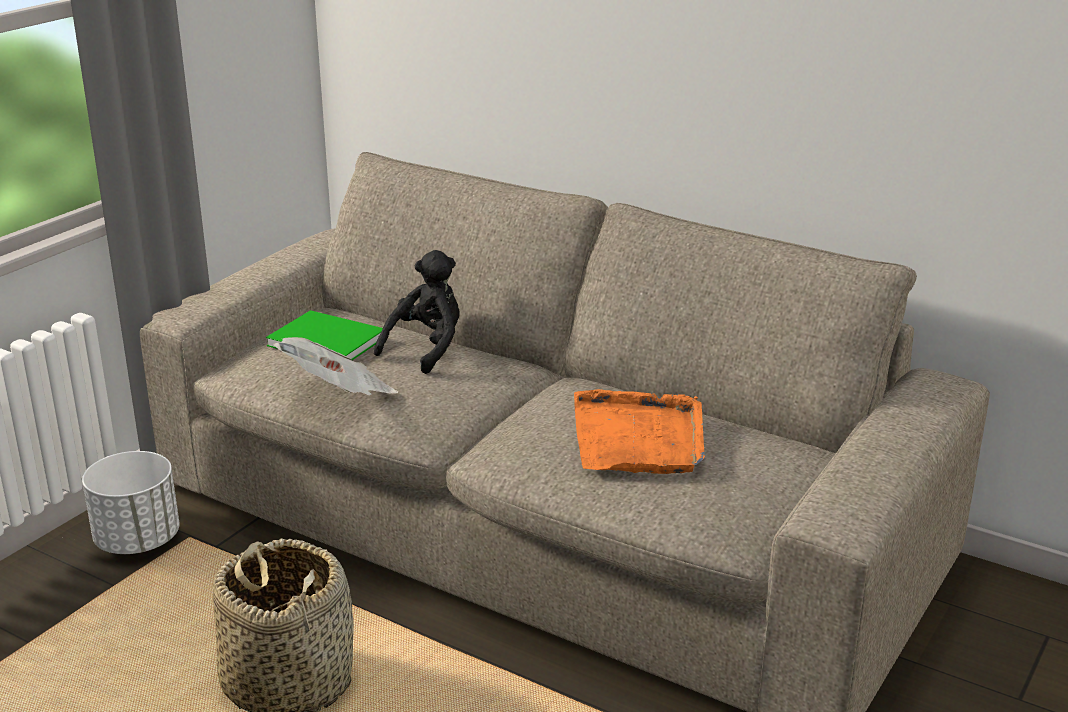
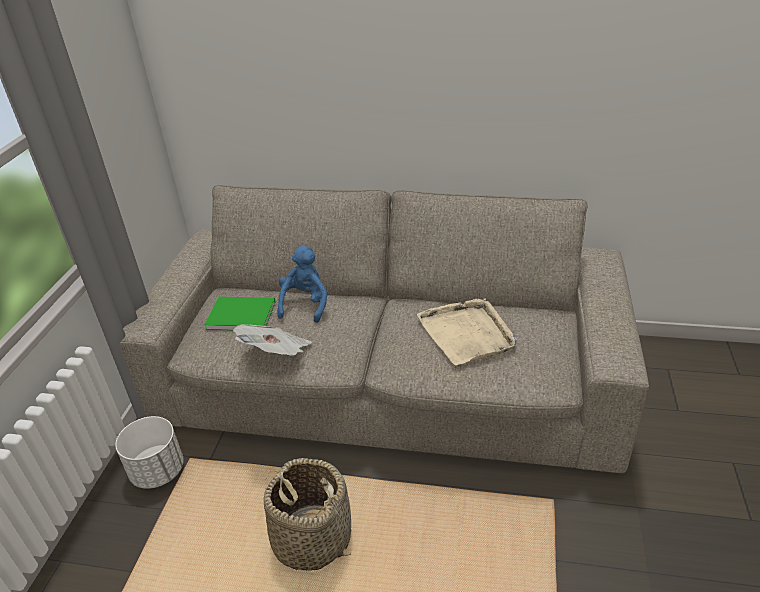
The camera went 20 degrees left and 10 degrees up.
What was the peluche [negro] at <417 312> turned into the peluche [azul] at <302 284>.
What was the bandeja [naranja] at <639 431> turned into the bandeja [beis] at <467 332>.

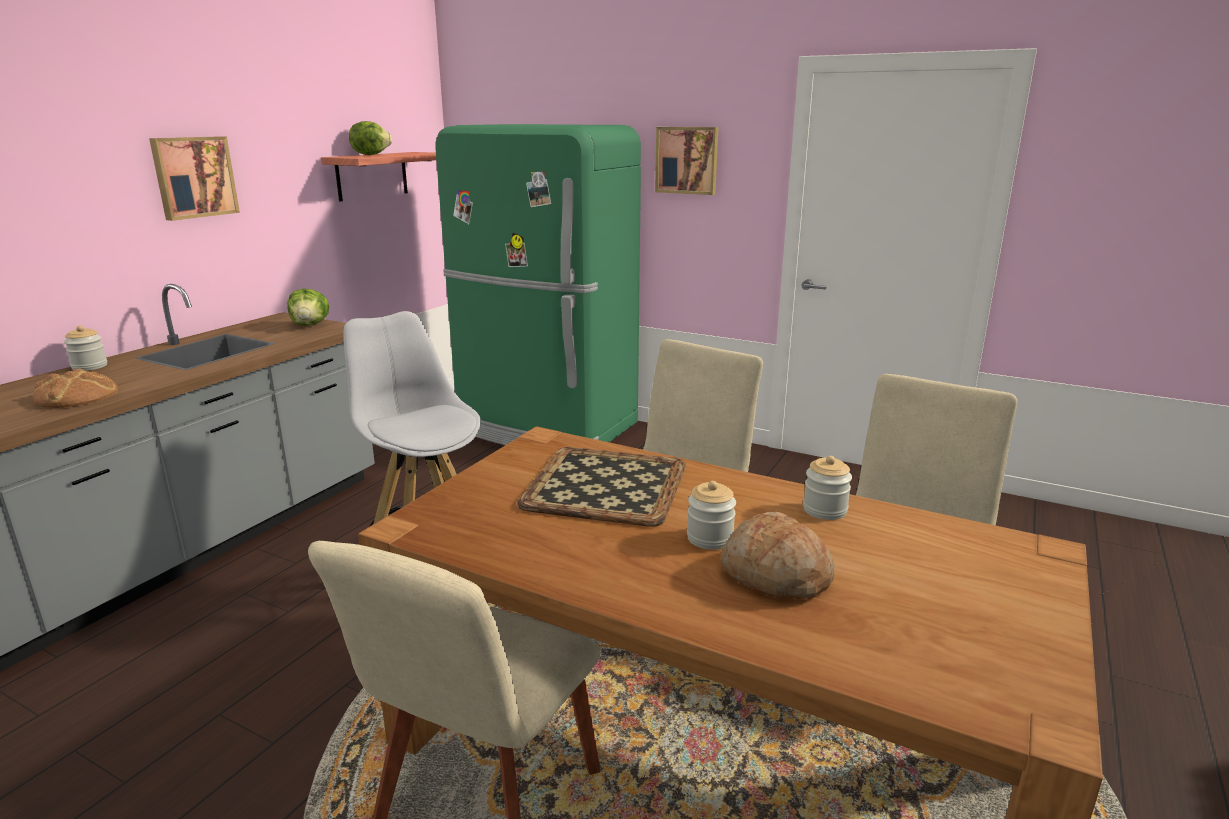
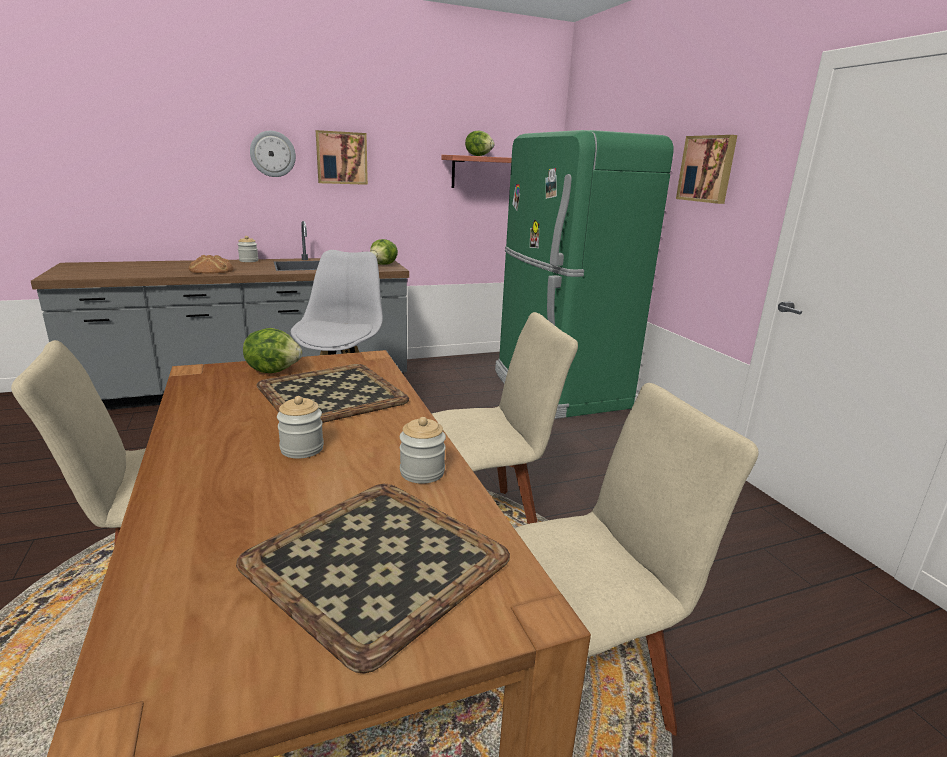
The camera went 40 degrees right and 0 degrees up.
The second view lost the pan at <778 555>.
The second view gained the bandeja at <373 579>.
The second view gained the lechuga at <272 350>.
The second view gained the reloj de pared at <273 154>.

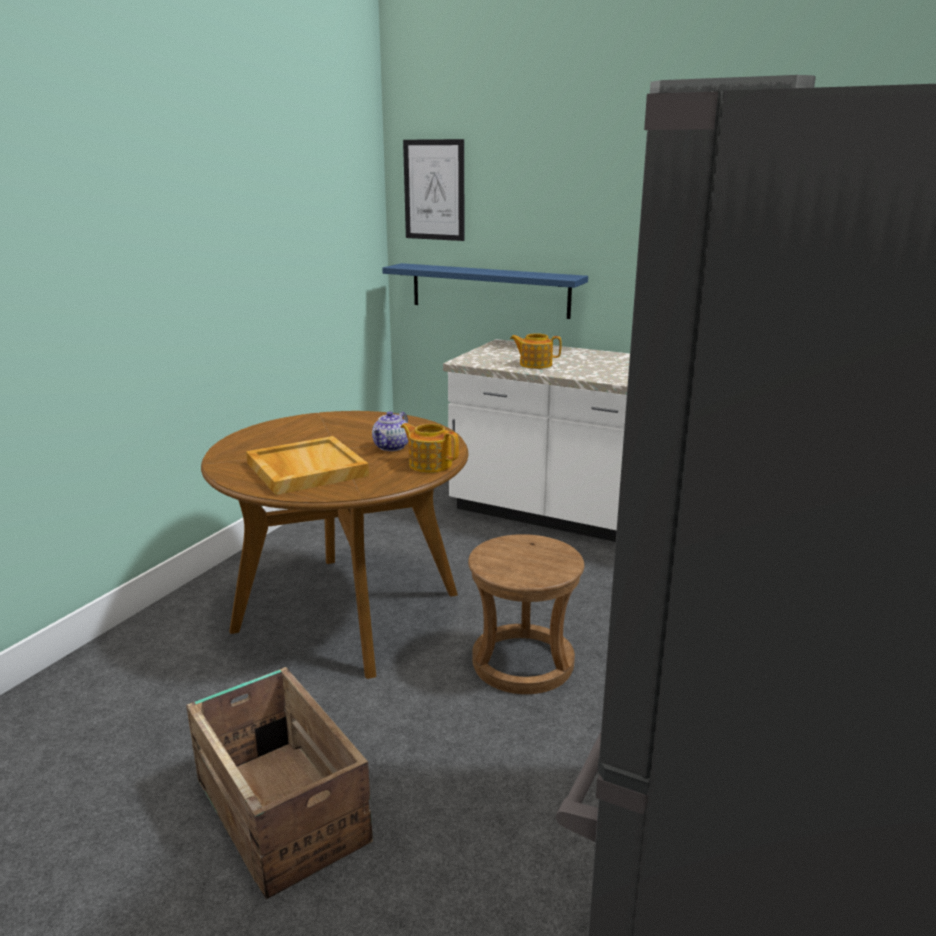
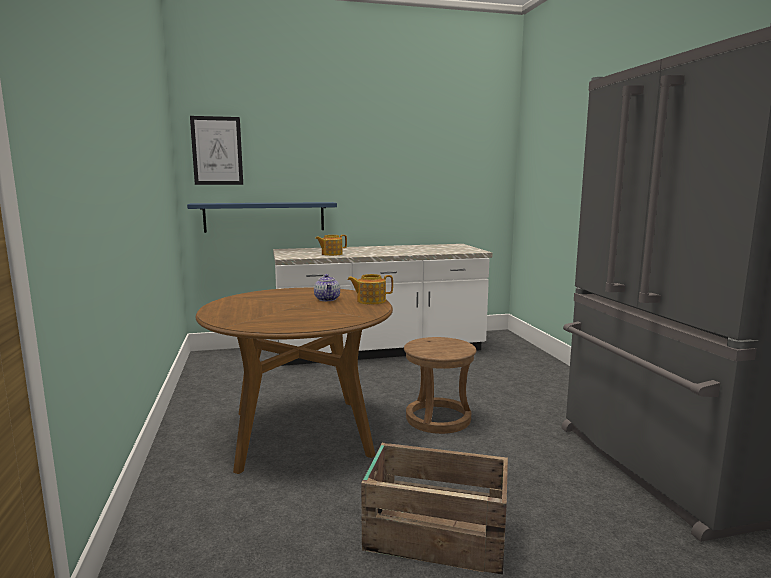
The camera went 40 degrees left and 10 degrees down.
The second view lost the bandeja [beis] at <307 465>.

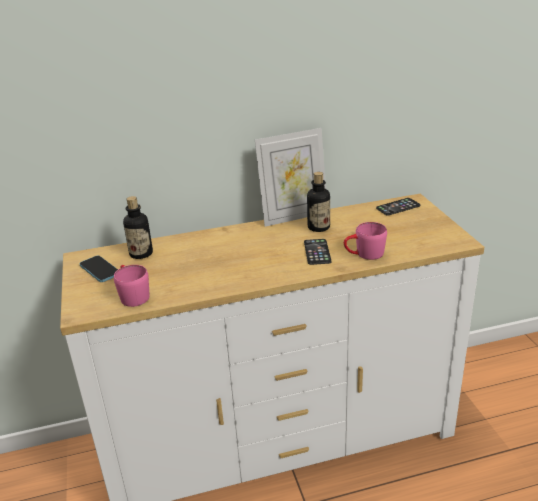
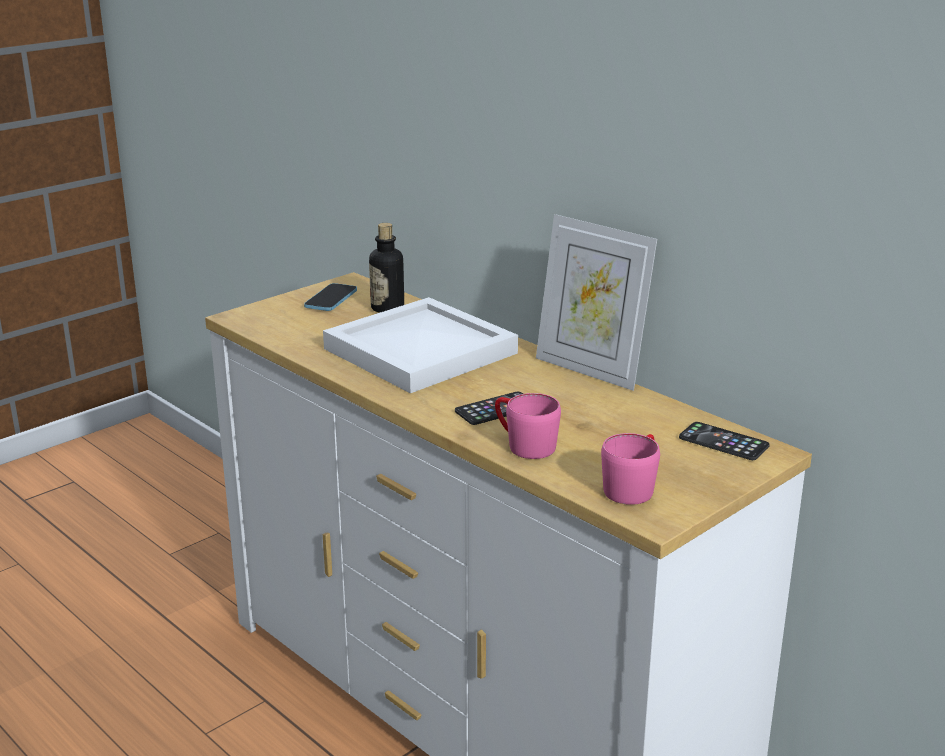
The camera went 60 degrees right and 5 degrees down.
The second view lost the botella at <318 202>.
The second view gained the bandeja [blanco] at <420 345>.
The taza grande [rosa] ended up elsewhere, having gone from <131 286> to <630 469>.

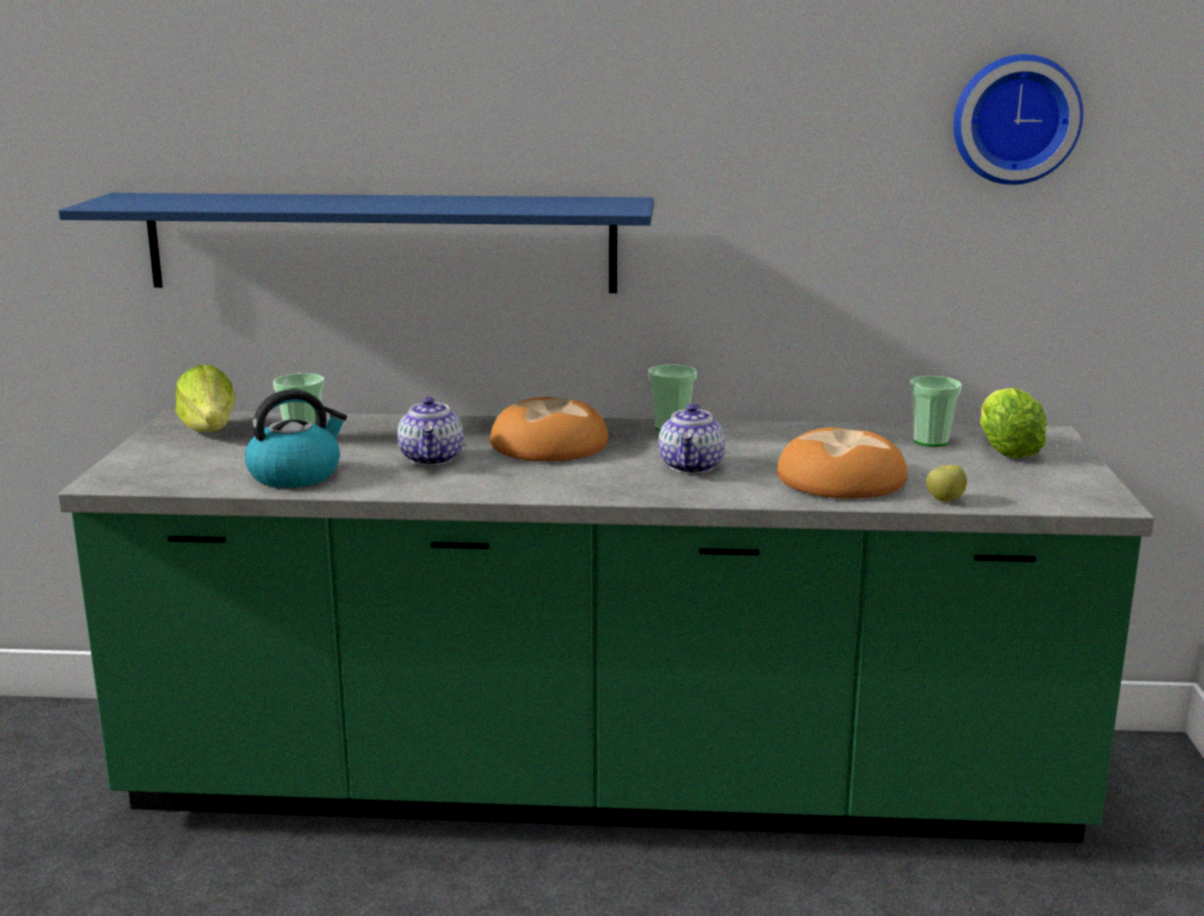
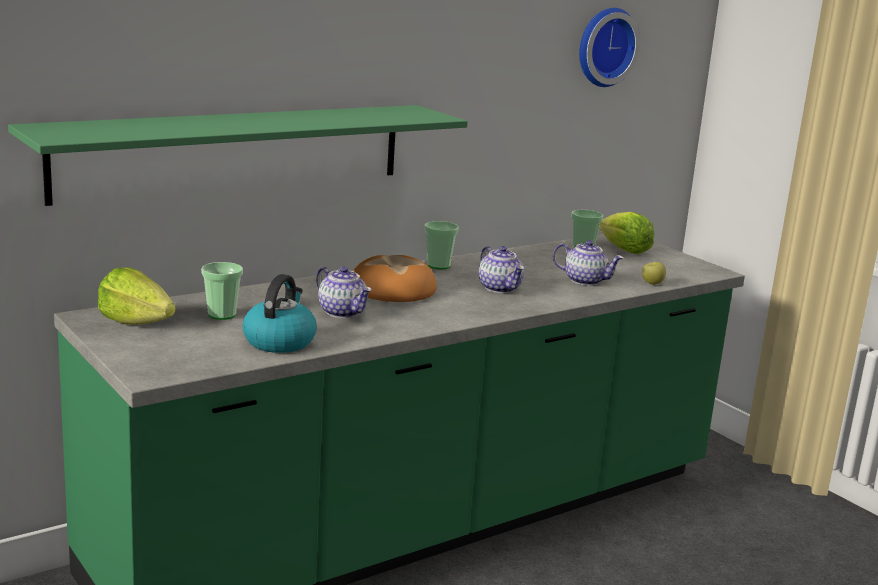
The camera went 40 degrees left and 0 degrees up.
Where the pan stood at <842 462>, the tetera came to stand at <588 263>.
What was the estante [azul] at <356 243> turned into the estante [verde] at <238 155>.

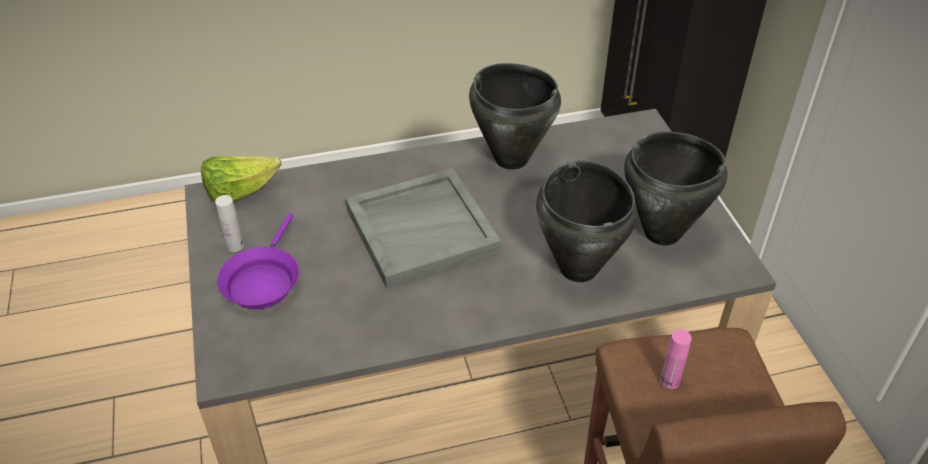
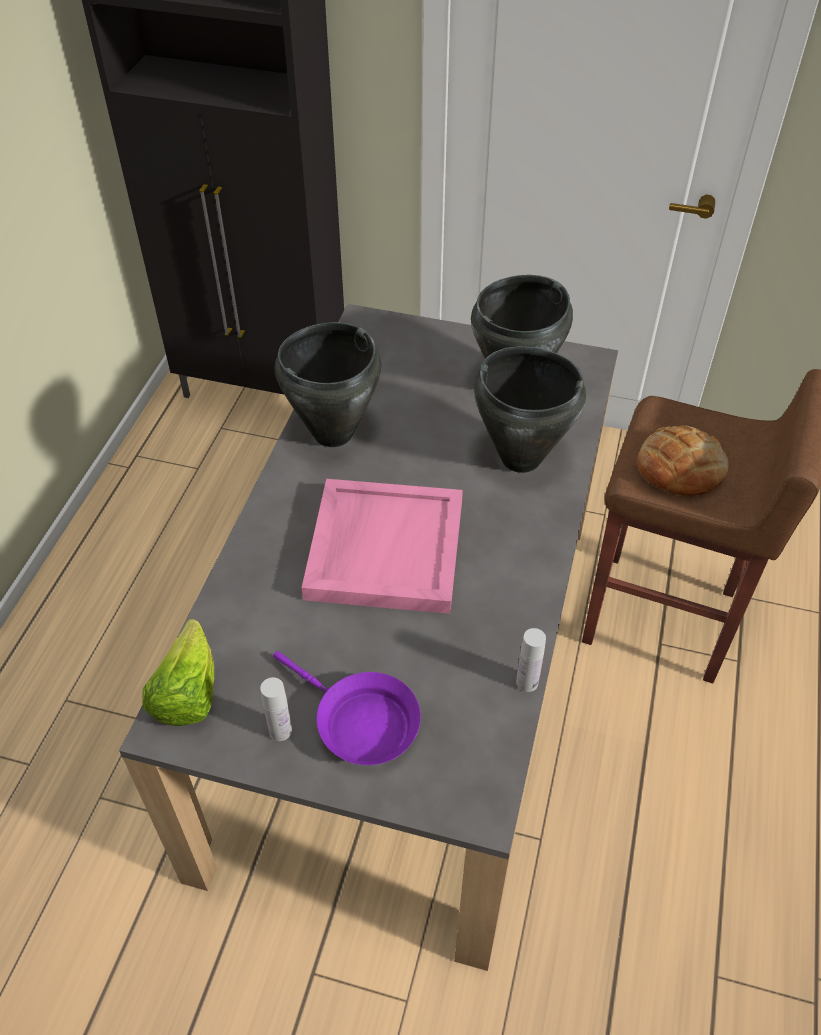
The camera went 60 degrees left and 5 degrees up.
The second view gained the botella [blanco] at <531 660>.
Where the botella [rosa] stood at <676 359>, the pan came to stand at <683 460>.
What was the bandeja [gris] at <423 228> turned into the bandeja [rosa] at <382 546>.

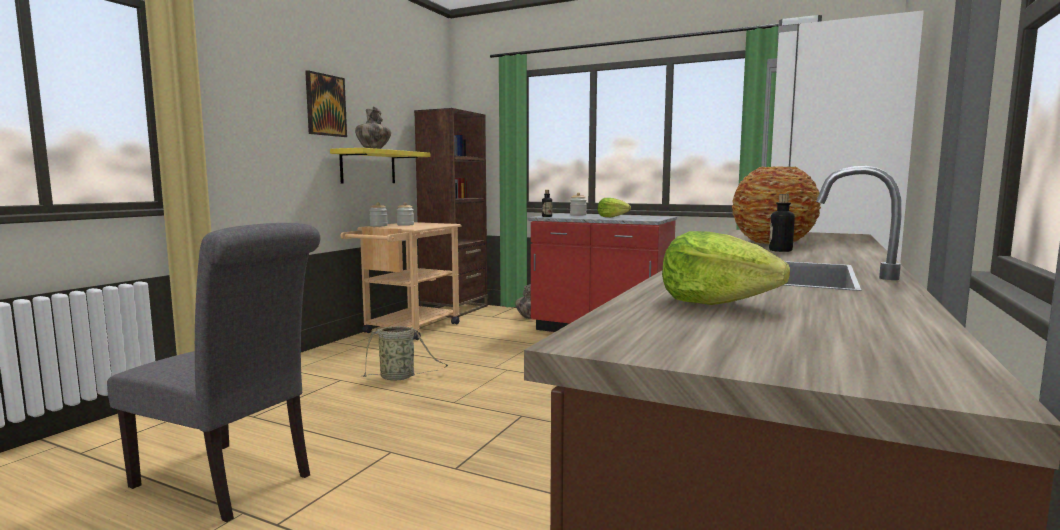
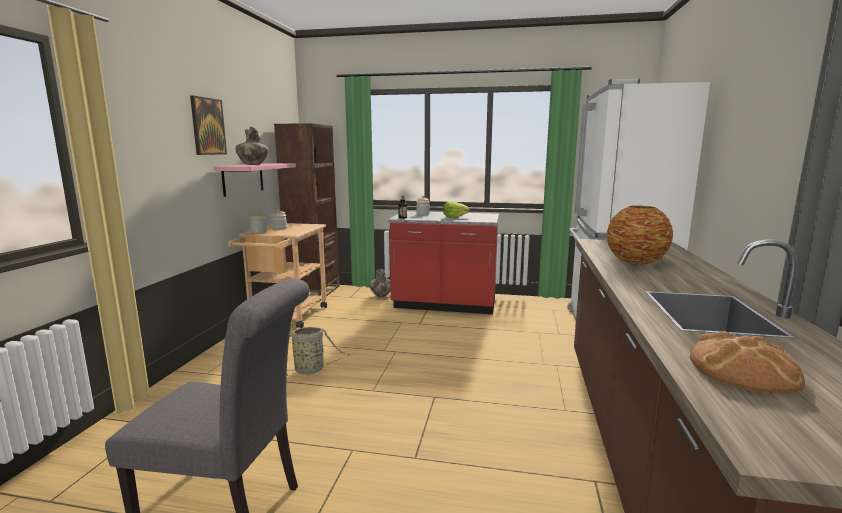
The camera went 15 degrees left and 5 degrees up.
The second view lost the botella at <782 223>.
Where the lechuga stood at <726 268>, the pan came to stand at <747 362>.
What was the estante [amarillo] at <380 165> turned into the estante [rosa] at <255 180>.

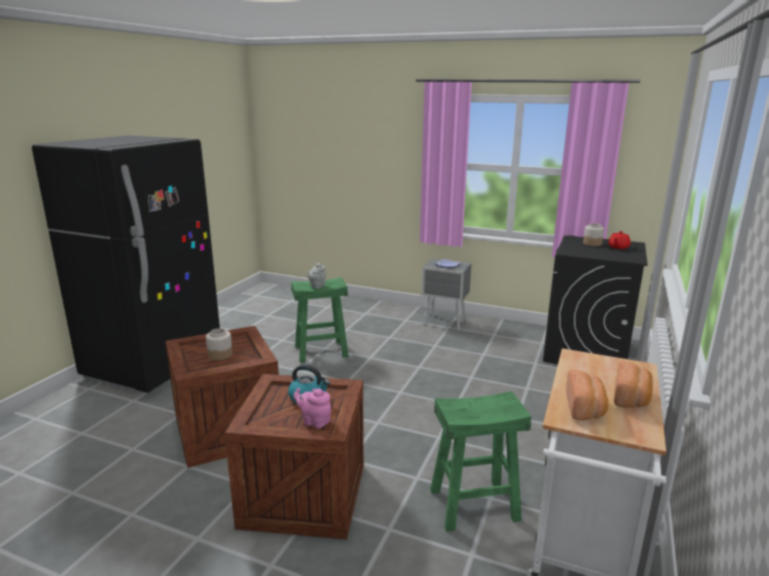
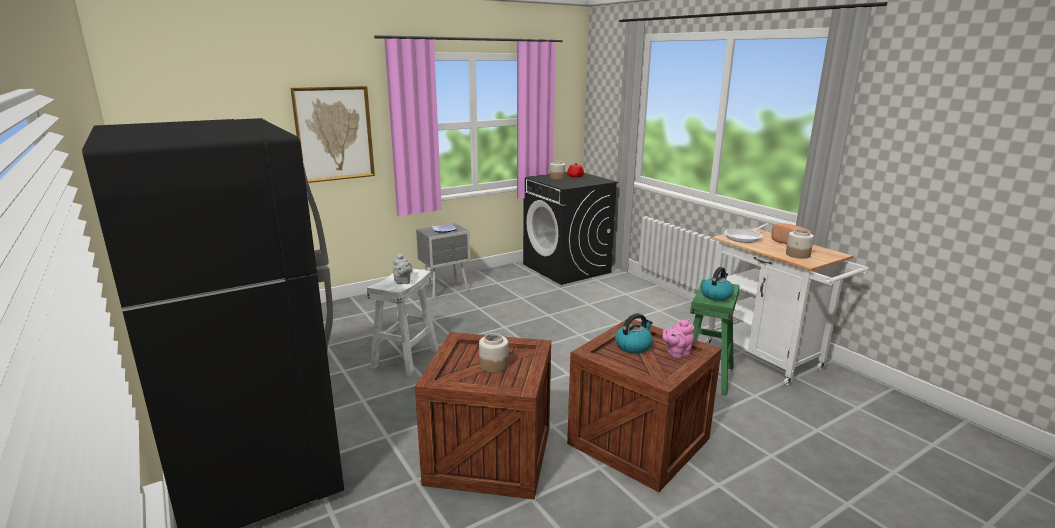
The camera went 55 degrees left and 0 degrees up.
The second view gained the cuadro at <333 134>.
The second view gained the hervidor at <717 284>.
The second view gained the sartén at <747 233>.
Where the pan stood at <587 395>, the tarro came to stand at <800 244>.
What was the taburete [verde] at <320 320> turned into the taburete [blanco] at <403 322>.

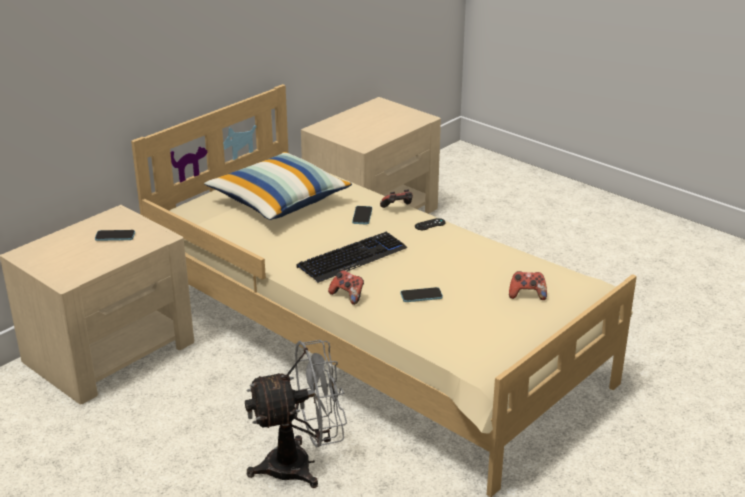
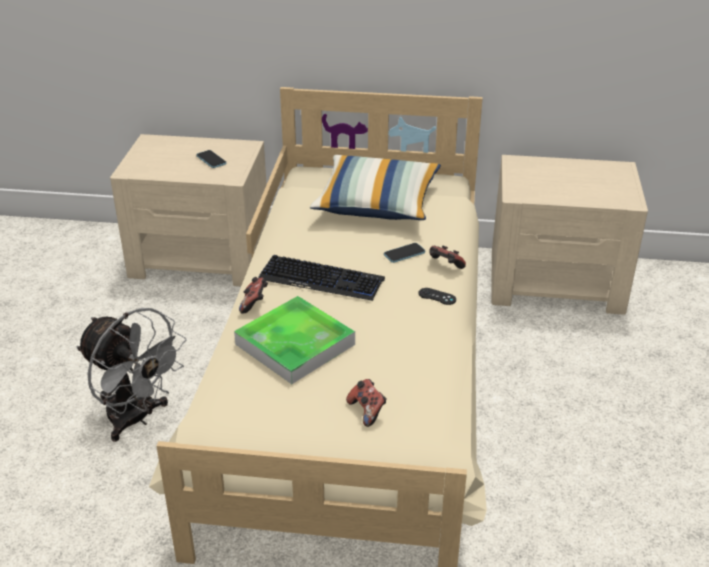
The camera went 55 degrees right and 5 degrees up.
Where the móvil stood at <422 294>, the bandeja came to stand at <294 340>.

